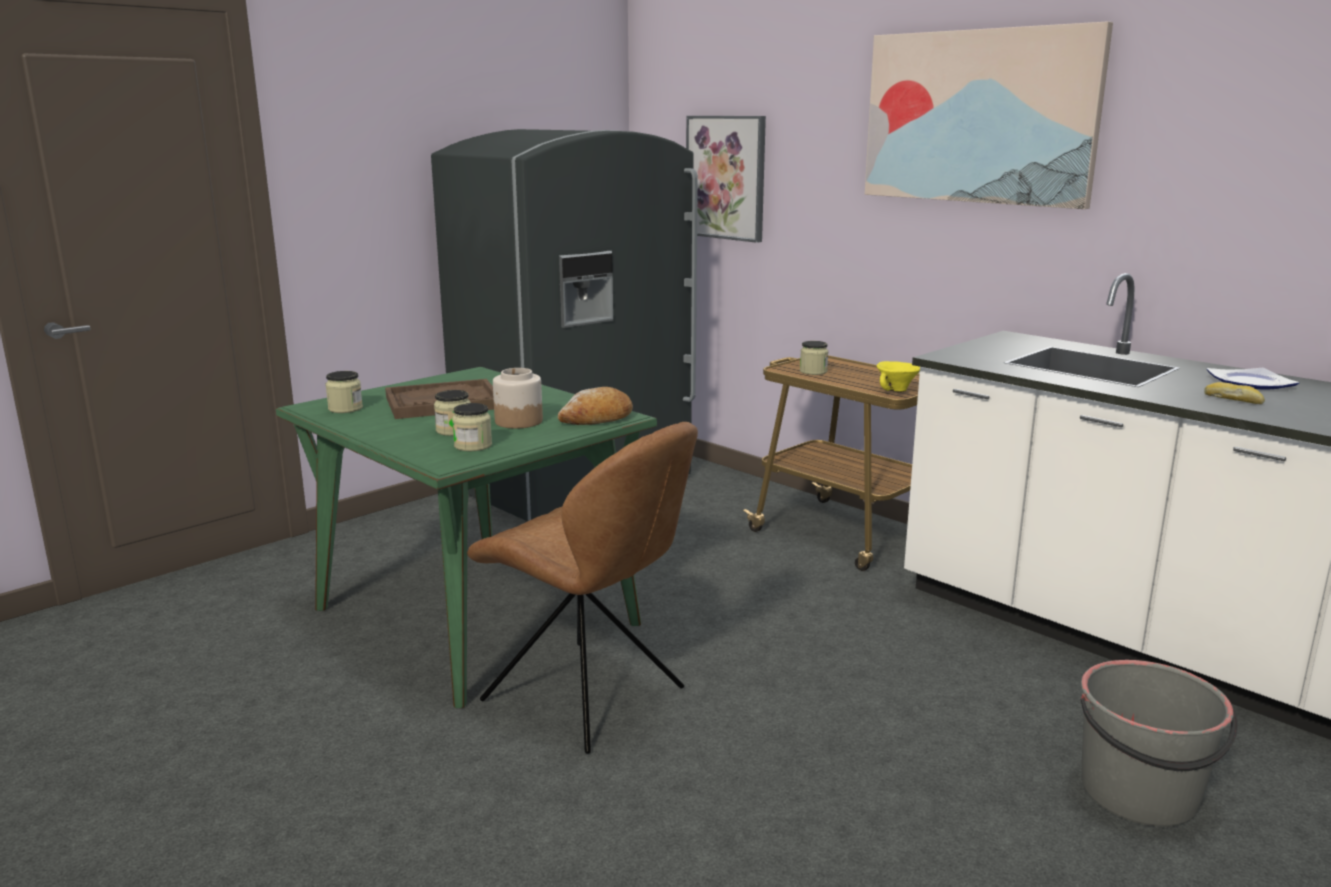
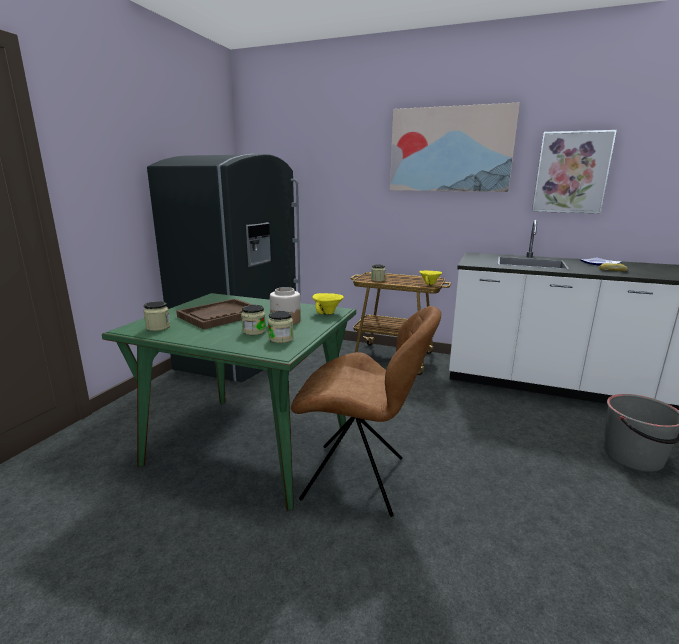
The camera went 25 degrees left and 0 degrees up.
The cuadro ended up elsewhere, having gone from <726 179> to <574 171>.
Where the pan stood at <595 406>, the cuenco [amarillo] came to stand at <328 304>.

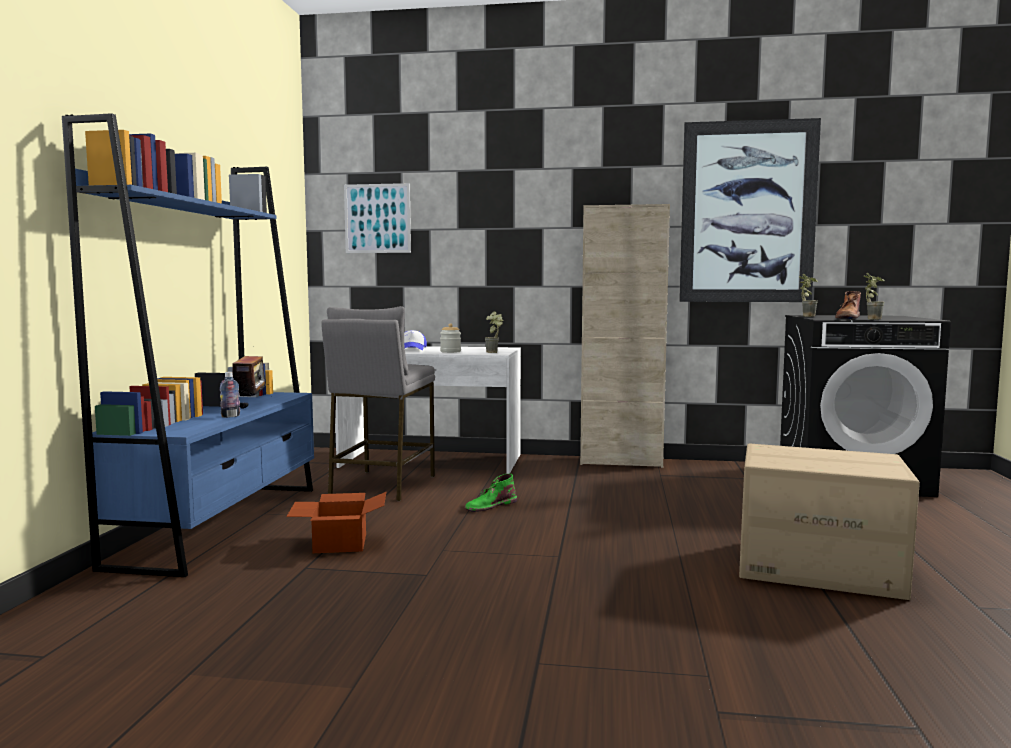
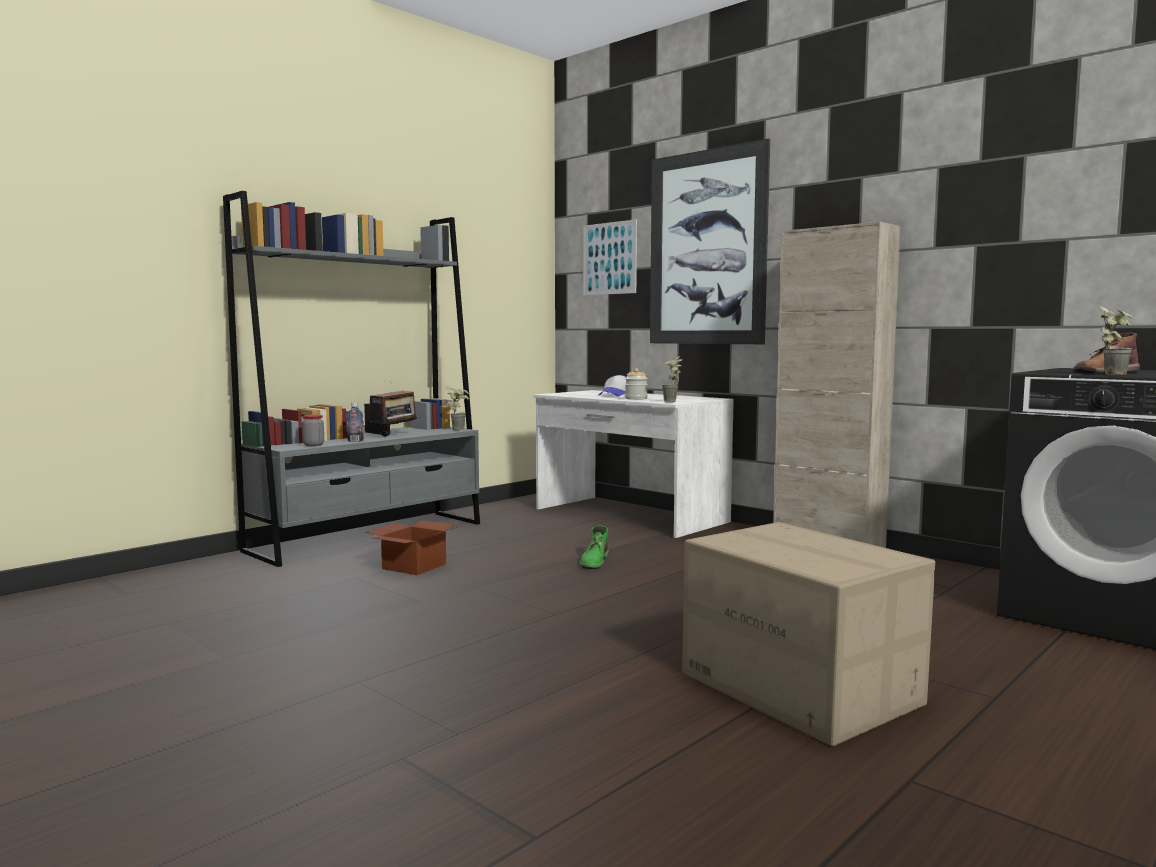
The camera went 35 degrees right and 0 degrees up.
The second view lost the taburete [gris] at <378 403>.
The second view gained the tarro at <313 430>.
The cuadro ended up elsewhere, having gone from <750 210> to <710 241>.
The planta en maceta ended up elsewhere, having gone from <808 295> to <457 408>.
What was the estantería [azul] at <188 345> turned into the estantería [gris] at <351 379>.
The bota [verde] at <490 493> ended up facing another way, 75 degrees counterclockwise from before.

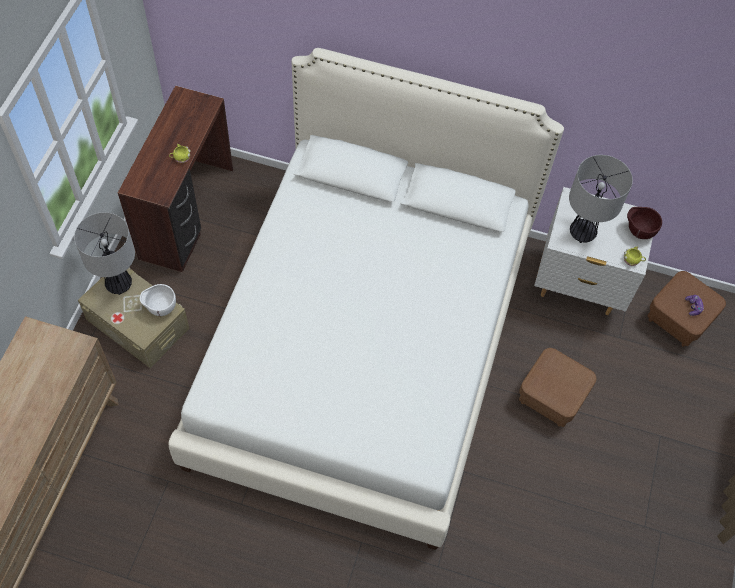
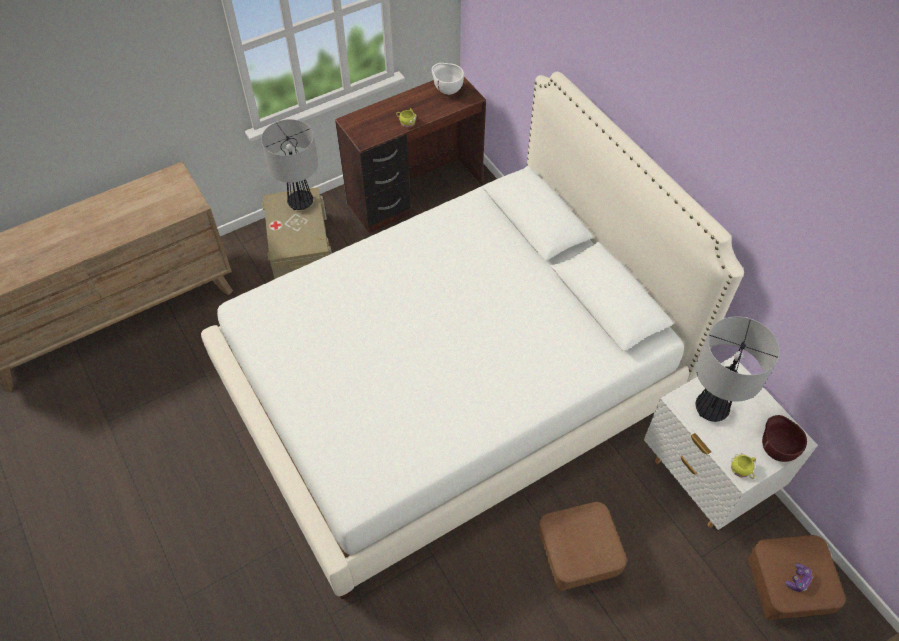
The camera went 45 degrees right and 5 degrees down.
The cuenco [blanco] ended up elsewhere, having gone from <158 300> to <448 79>.

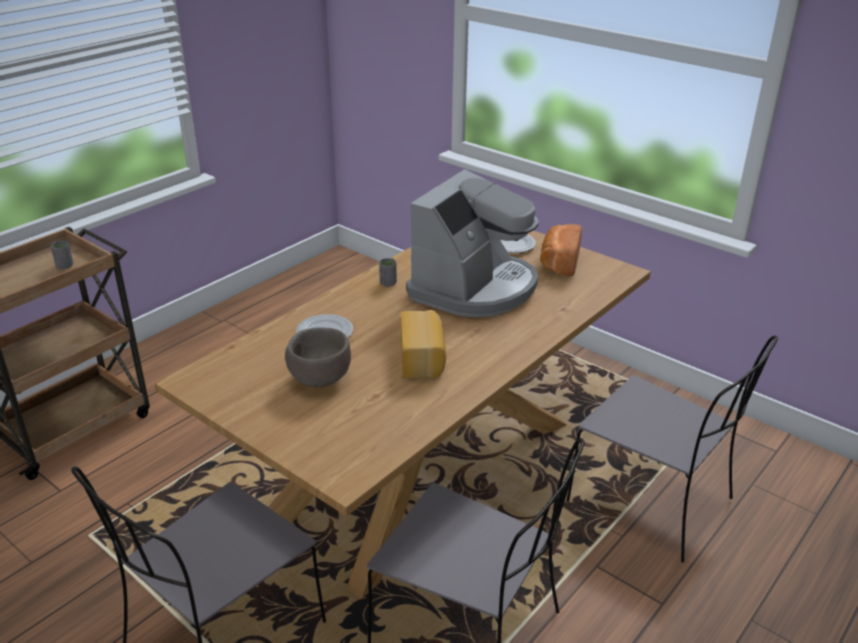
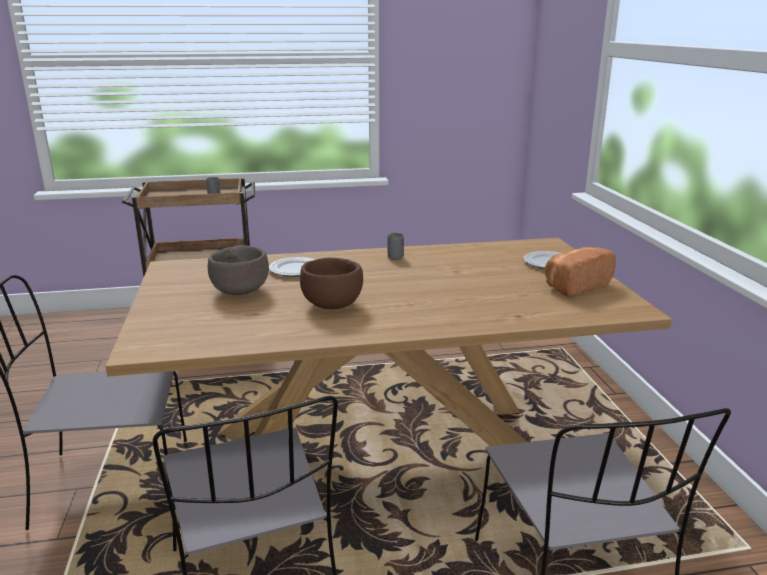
The camera went 40 degrees right and 10 degrees down.
The second view lost the cafetera at <472 243>.
Where the pan stood at <424 344>, the cuenco [marrón] came to stand at <331 283>.

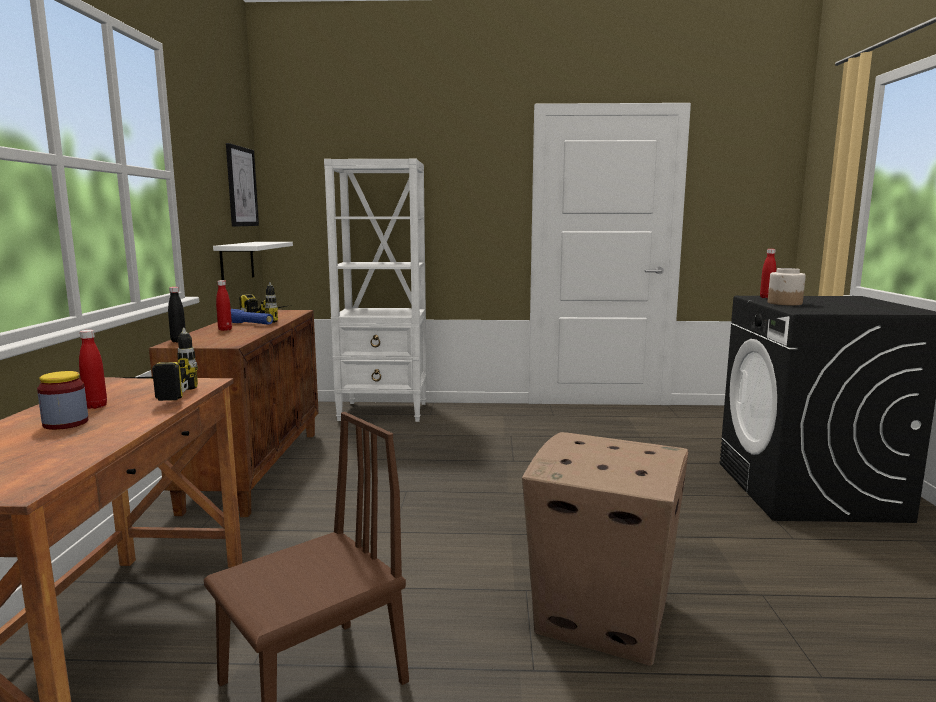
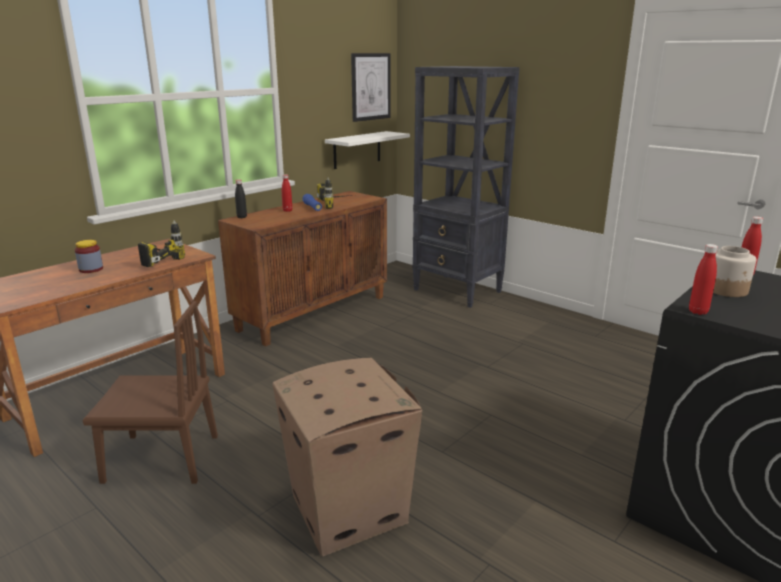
The camera went 40 degrees right and 10 degrees up.
The botella [rojo] ended up elsewhere, having gone from <93 369> to <703 279>.
What was the estantería [blanco] at <375 290> turned into the estantería [negro] at <466 187>.

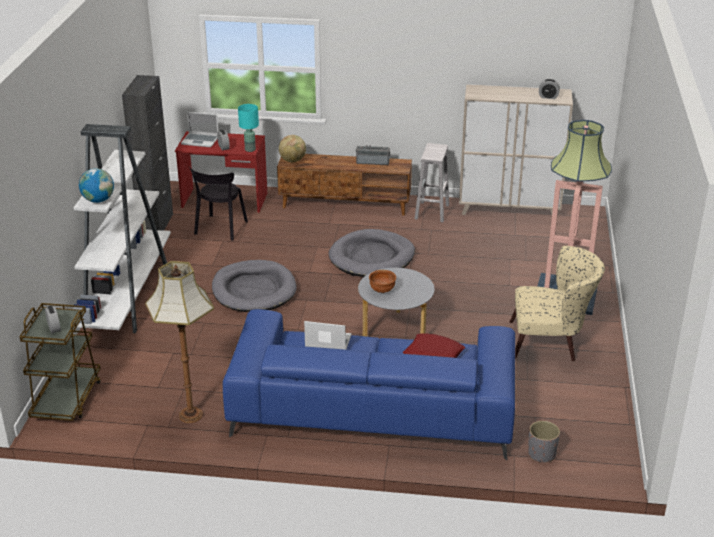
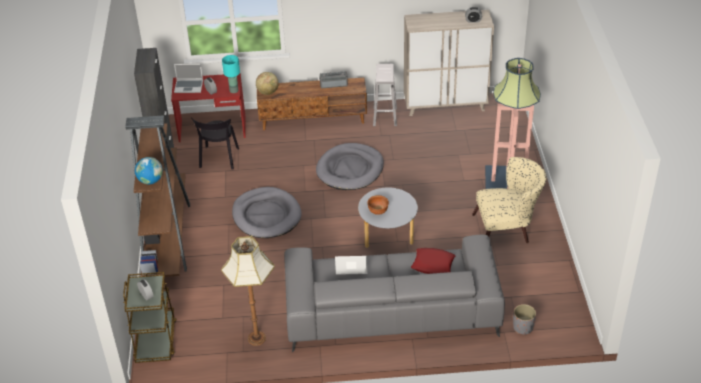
The camera went 10 degrees left and 10 degrees up.
What was the estantería [blanco] at <122 228> turned into the estantería [marrón] at <157 196>.
What was the sofá [azul] at <369 384> turned into the sofá [gris] at <394 293>.

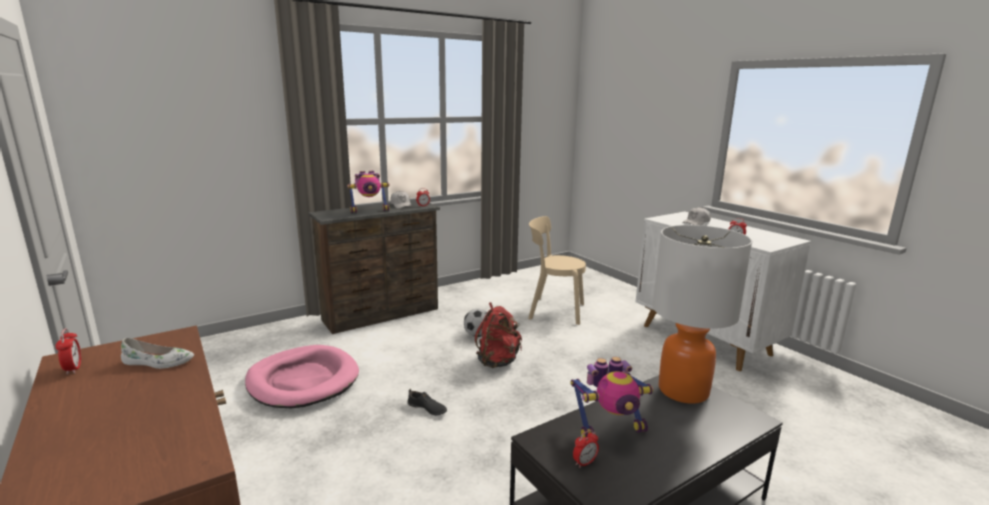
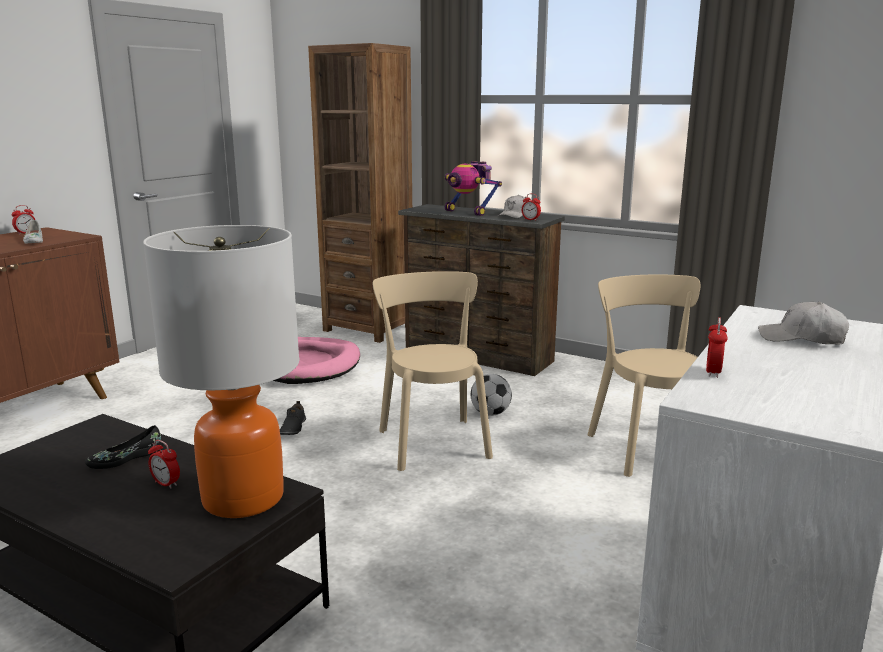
The camera went 65 degrees right and 0 degrees up.
The second view gained the estantería [marrón] at <360 193>.
The despertador ended up elsewhere, having gone from <586 449> to <164 464>.
Where the mochila [rojo] stood at <498 335>, the silla [beis] came to stand at <433 371>.
Where the robot de juguete stood at <611 397>, the zapato [negro] came to stand at <124 447>.

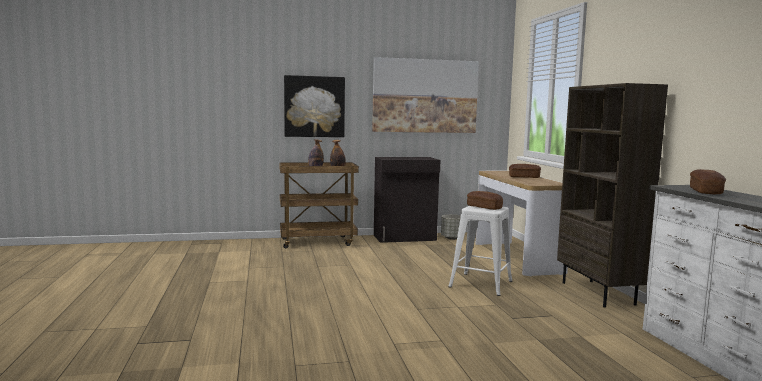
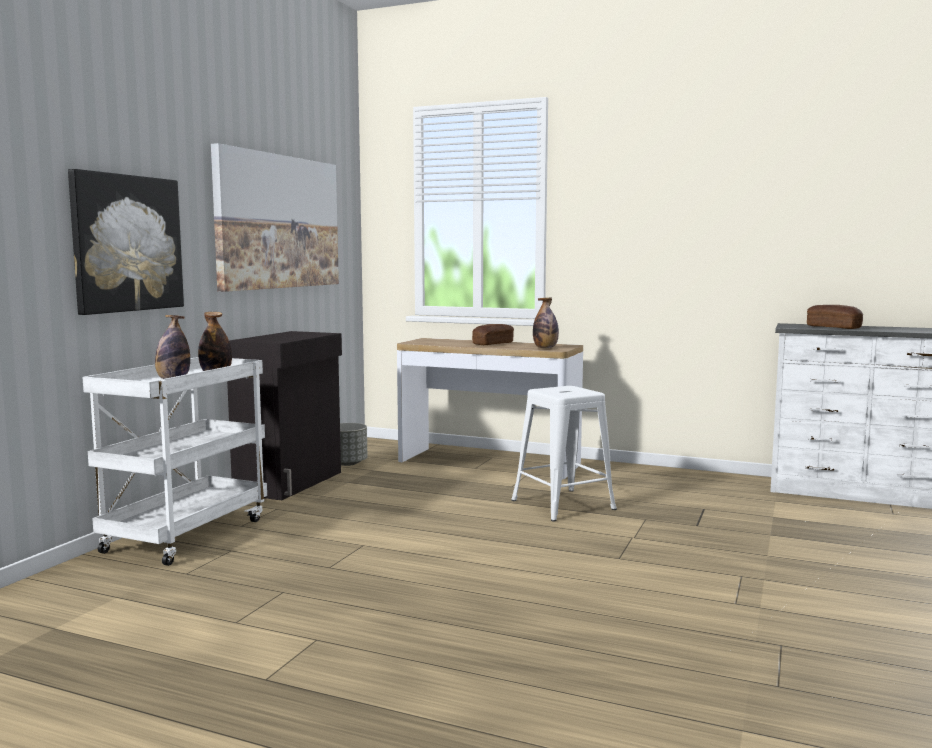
The camera went 55 degrees left and 0 degrees up.
The second view lost the pan at <485 200>.
The second view lost the estantería [marrón] at <612 195>.
The second view gained the botella at <546 322>.
What was the carrito [marrón] at <319 205> turned into the carrito [blanco] at <174 461>.

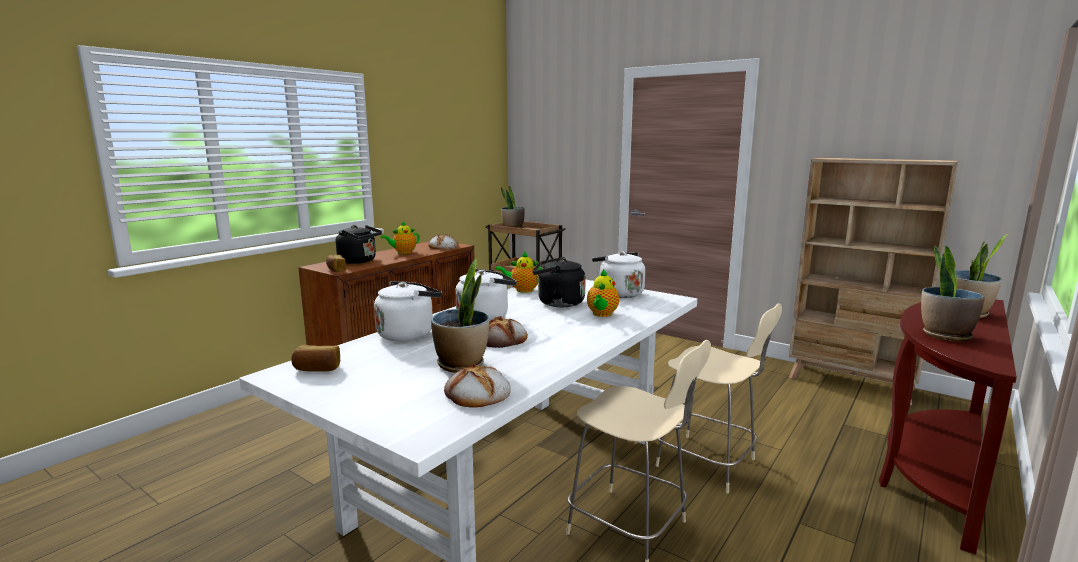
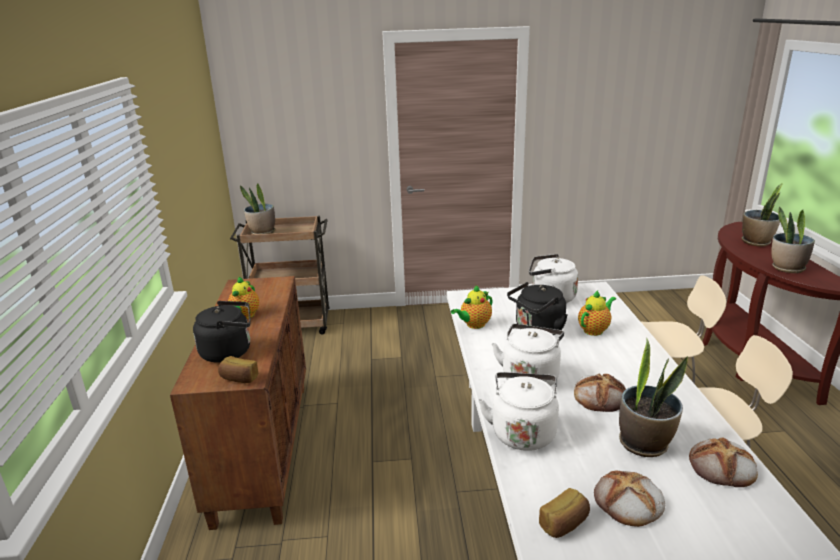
The camera went 40 degrees left and 10 degrees up.
The second view lost the estantería [beis] at <873 281>.
The pan ended up elsewhere, having gone from <443 241> to <629 498>.
The tetera at <603 293> ended up facing another way, 105 degrees counterclockwise from before.

